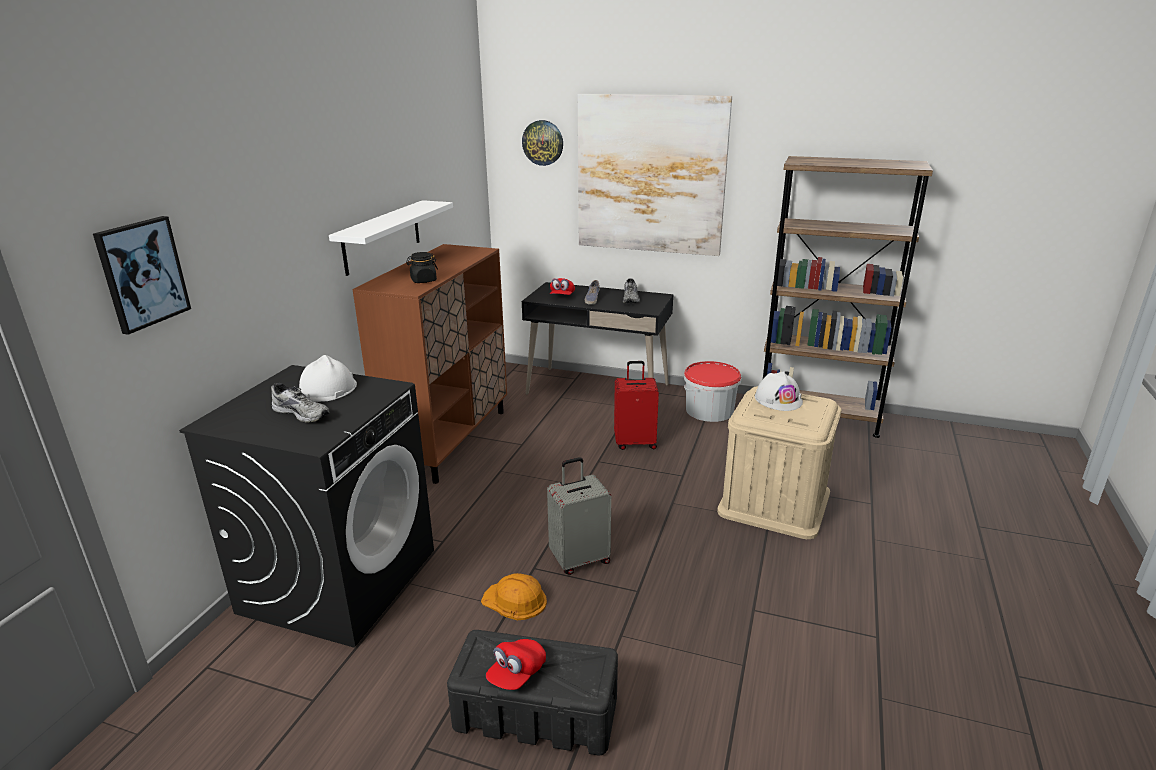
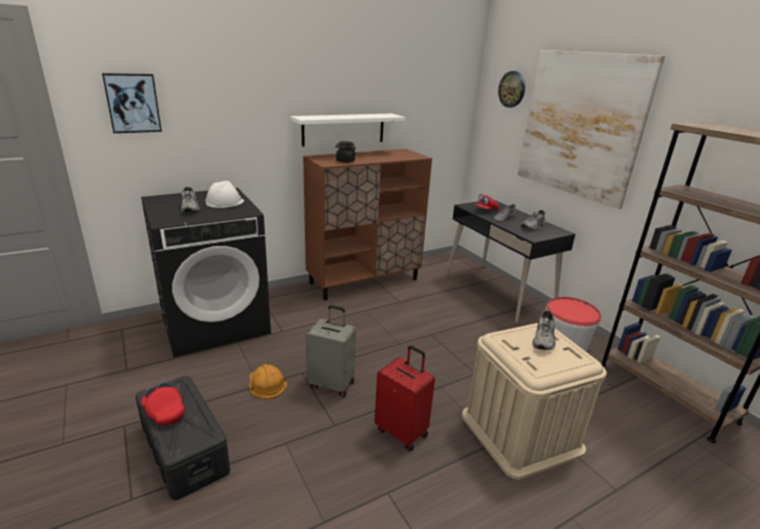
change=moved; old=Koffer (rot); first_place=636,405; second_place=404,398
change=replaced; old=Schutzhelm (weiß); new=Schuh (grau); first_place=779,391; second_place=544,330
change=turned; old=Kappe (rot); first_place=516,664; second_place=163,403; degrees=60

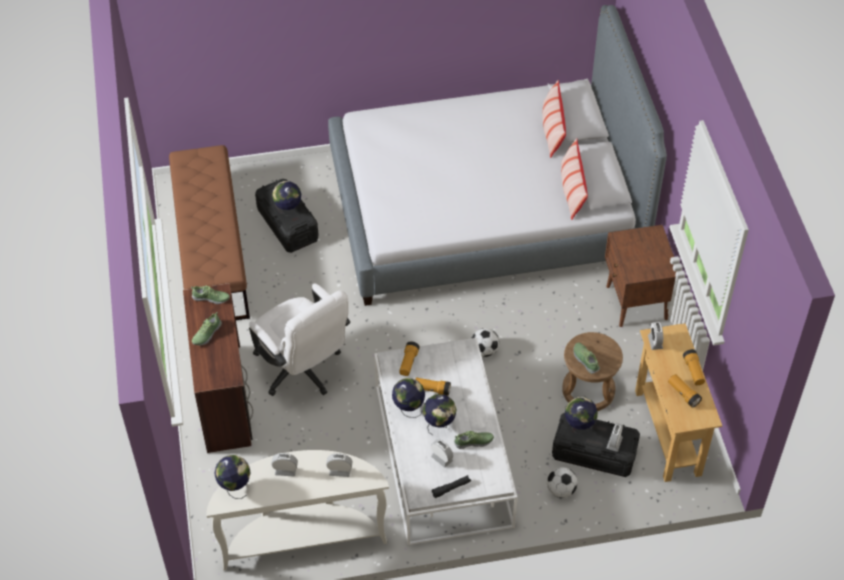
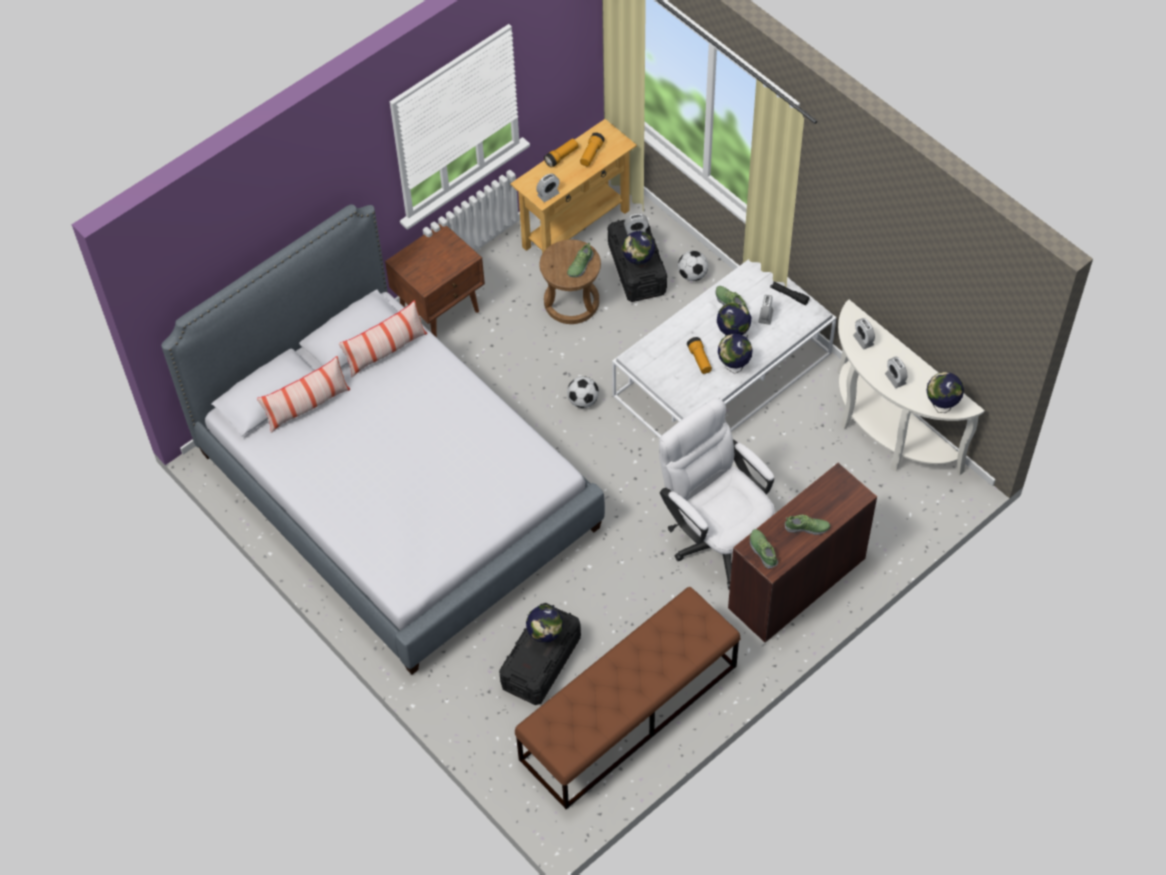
change=turned; old=Bürostuhl (weiß); first_place=299,339; second_place=717,494; degrees=-60
change=removed; old=Taschenlampe; first_place=409,358

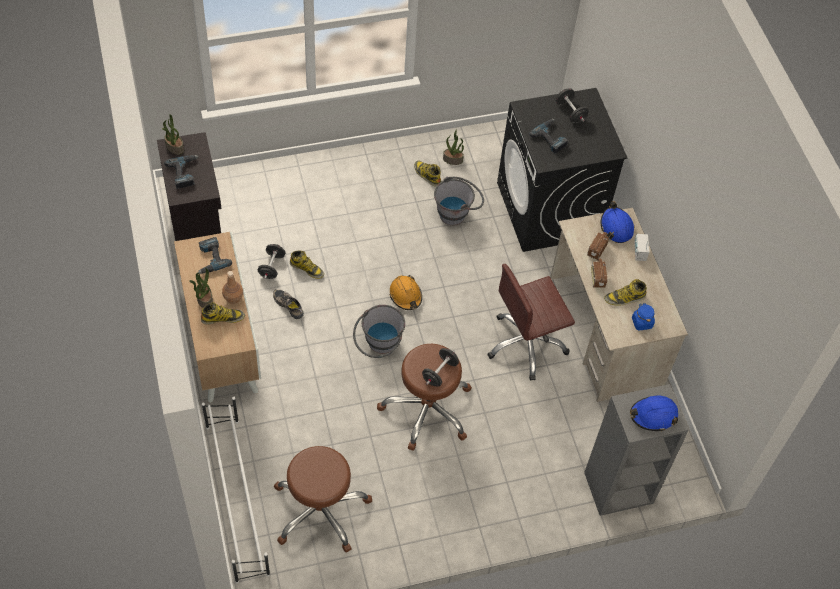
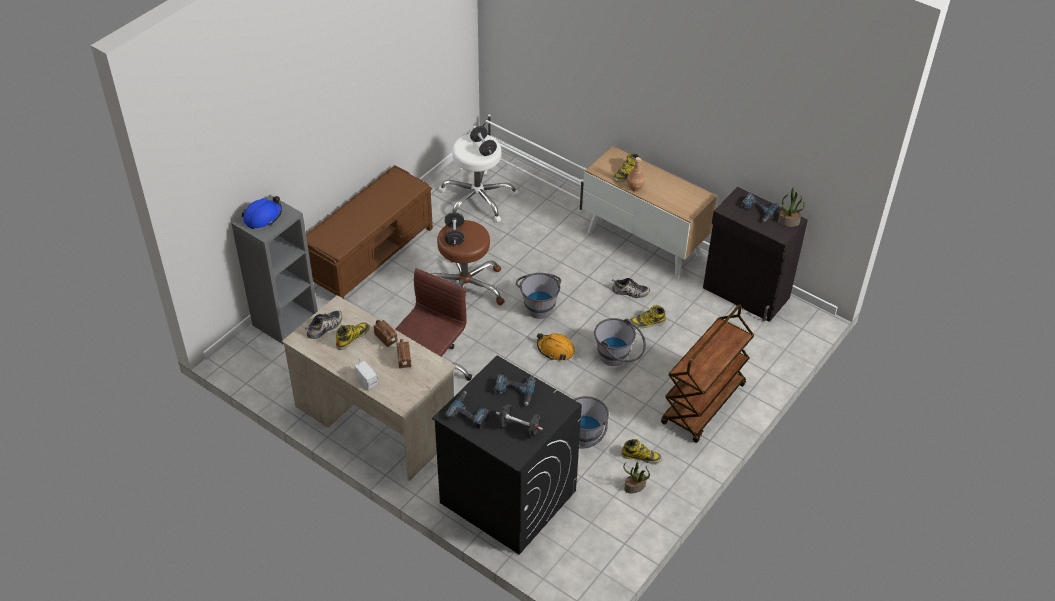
change=removed; old=Schutzhelm (blau); first_place=618,222
change=moved; old=Bohrmaschine; first_place=215,255; second_place=467,410
change=moved; old=Hantel (schwarz); first_place=271,261; second_place=483,141
change=removed; old=Topfpflanze; first_place=201,288
change=replaced; old=Vorratsglas (blau); new=Schuh; first_place=643,316; second_place=323,325
change=recoloured; old=Hocker (braun); new=Hocker (weiß); first_place=323,499; second_place=478,178
change=added; new=Bank (braun); second_place=369,232
change=added; new=Rollwagen (braun); second_place=707,373
change=added; new=Eimer (grau); second_place=620,342

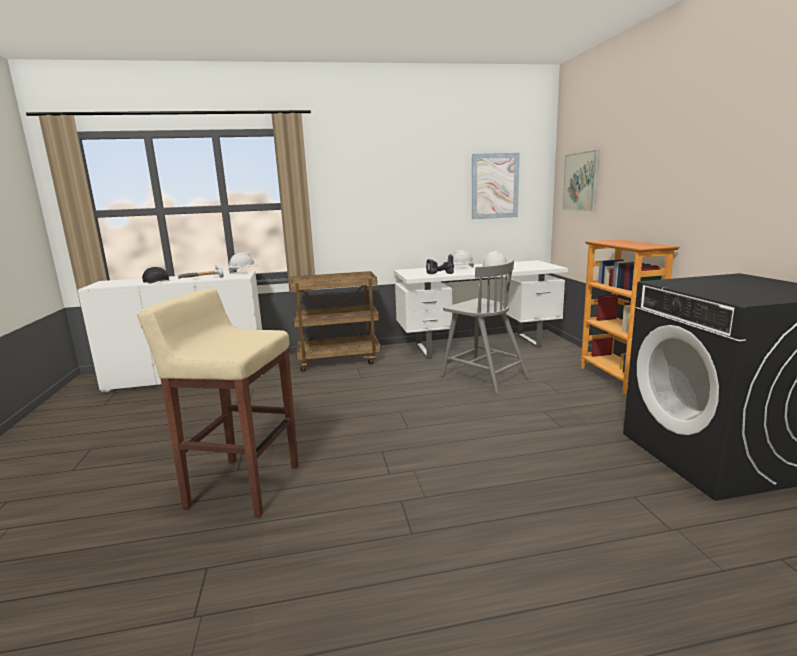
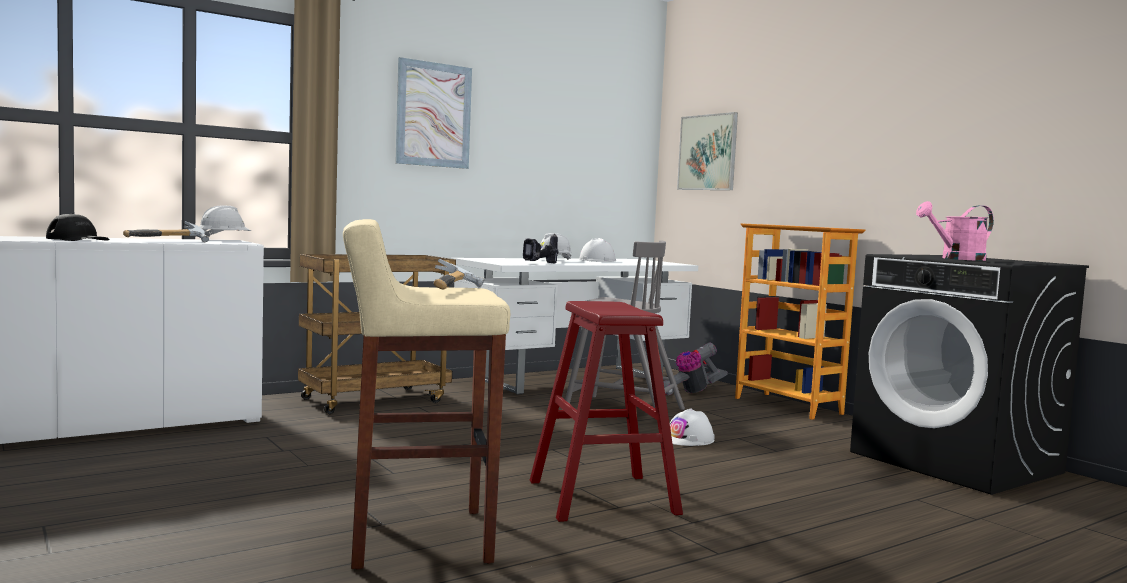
change=moved; old=Bild; first_place=496,186; second_place=433,113
change=added; new=Gießkanne (rosa); second_place=955,231
change=added; new=Hammer; second_place=458,274
change=added; new=Hocker (rot); second_place=606,411
change=added; new=Staubsauger; second_place=695,369
change=added; new=Schutzhelm (weiß); second_place=692,427

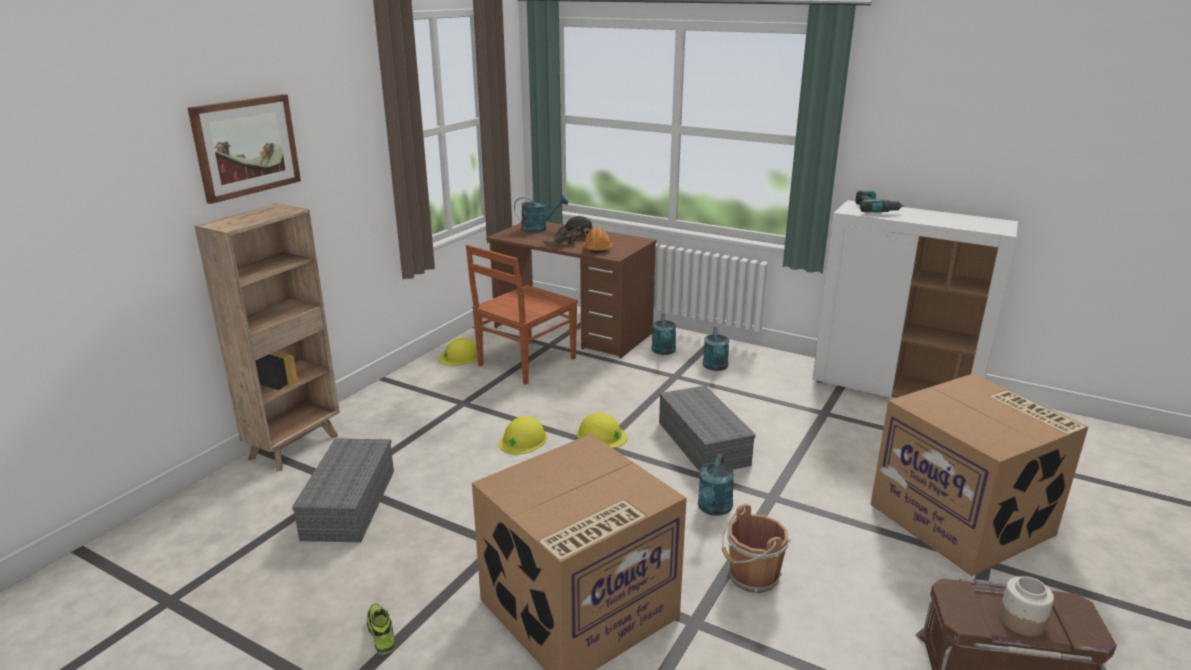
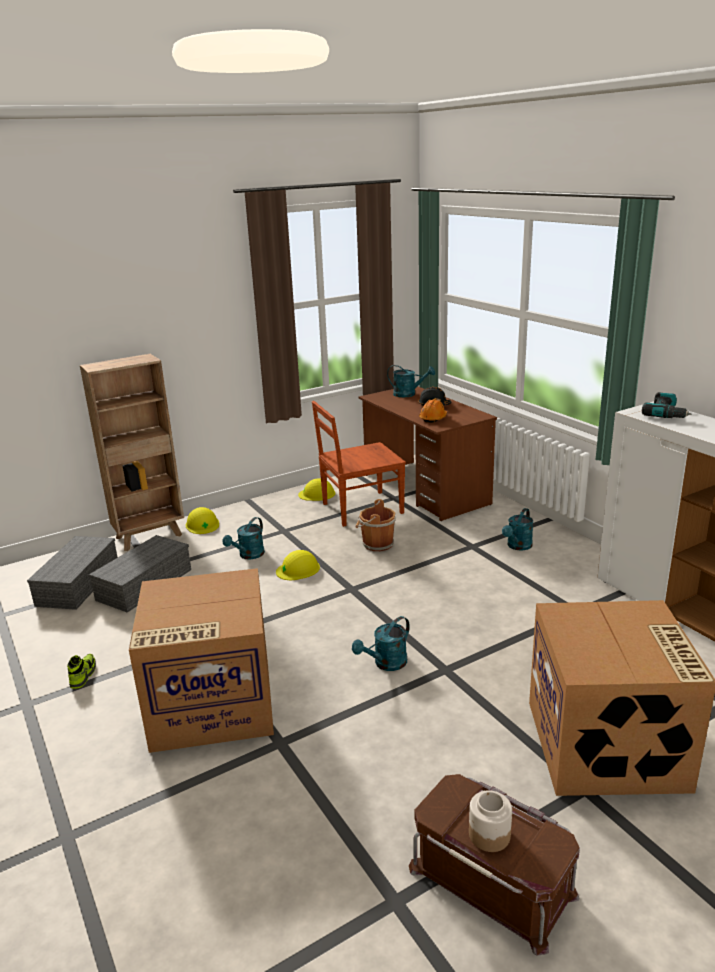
change=removed; old=Bild; first_place=244,149
change=removed; old=Schuh (braun); first_place=561,235
change=moved; old=Gießkanne (türkis); first_place=664,334; second_place=244,538
change=moved; old=Aufbewahrungsbox (grau); first_place=707,428; second_place=72,573
change=moved; old=Schutzhelm (gelb); first_place=602,430; second_place=202,520
change=moved; old=Eimer (braun); first_place=756,548; second_place=376,525

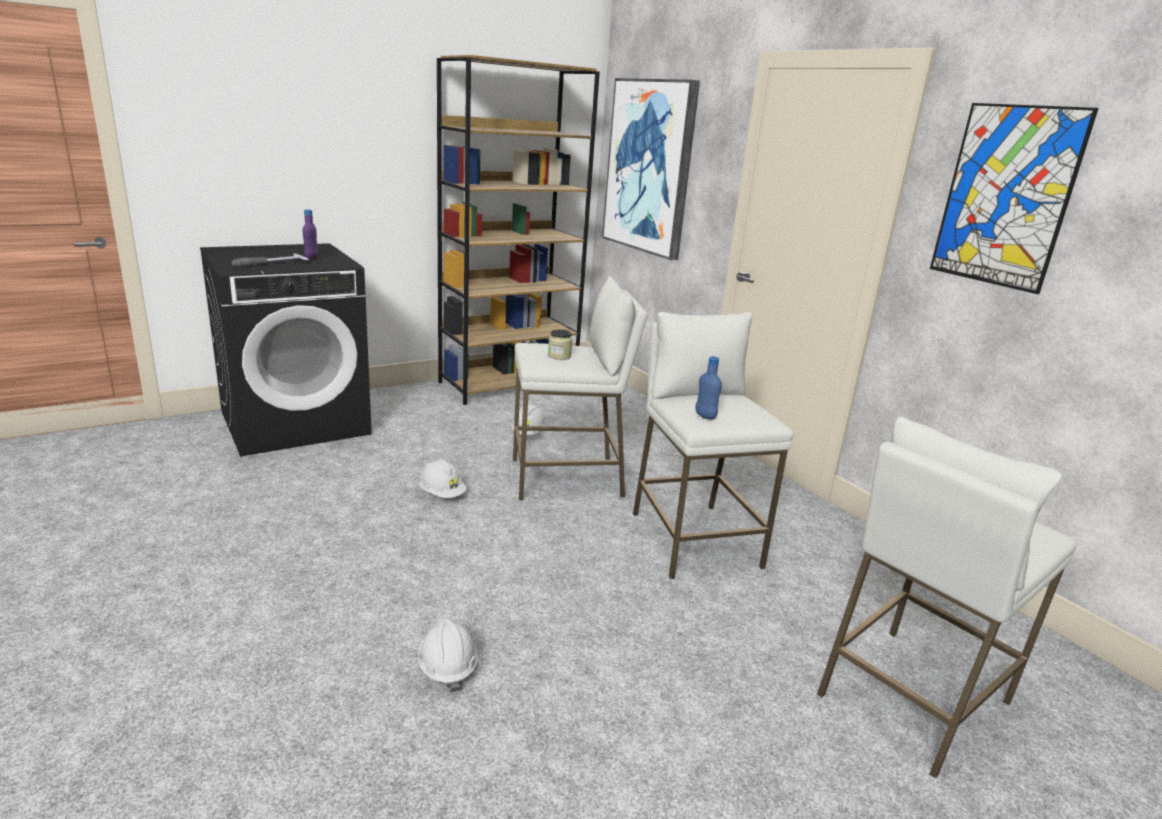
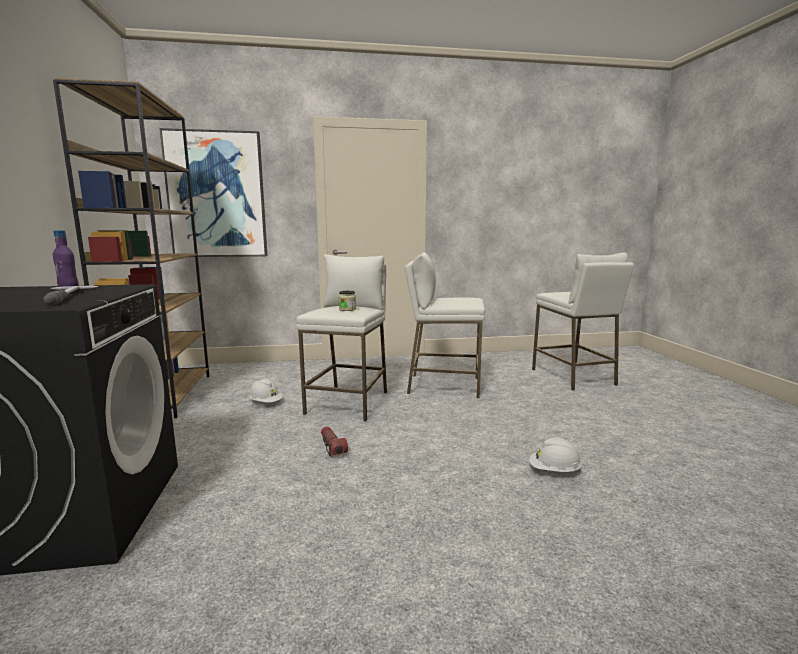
change=removed; old=Bild; first_place=1014,198
change=removed; old=Flasche (blau); first_place=708,388
change=replaced; old=Schutzhelm (weiß); new=Taschenlampe; first_place=443,478; second_place=334,441

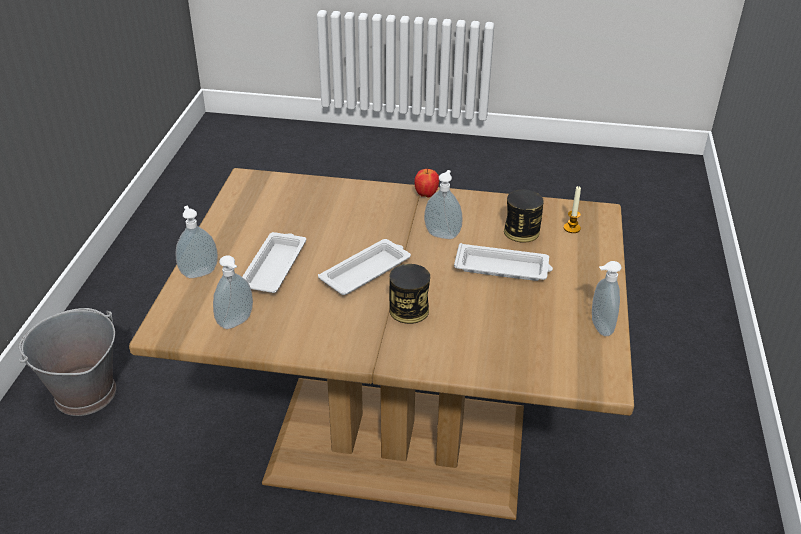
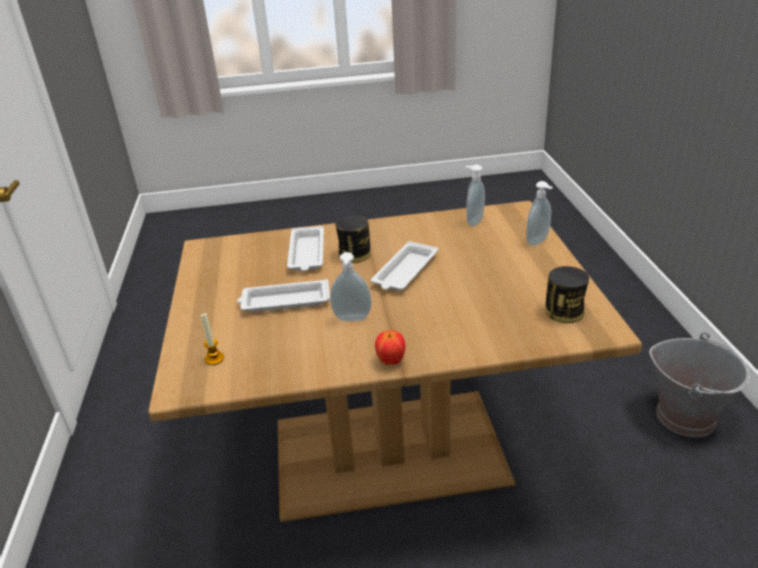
change=moved; old=Dose; first_place=524,216; second_place=567,294
change=moved; old=Tablett (weiß); first_place=274,262; second_place=305,248
change=removed; old=Seifenspender; first_place=606,298

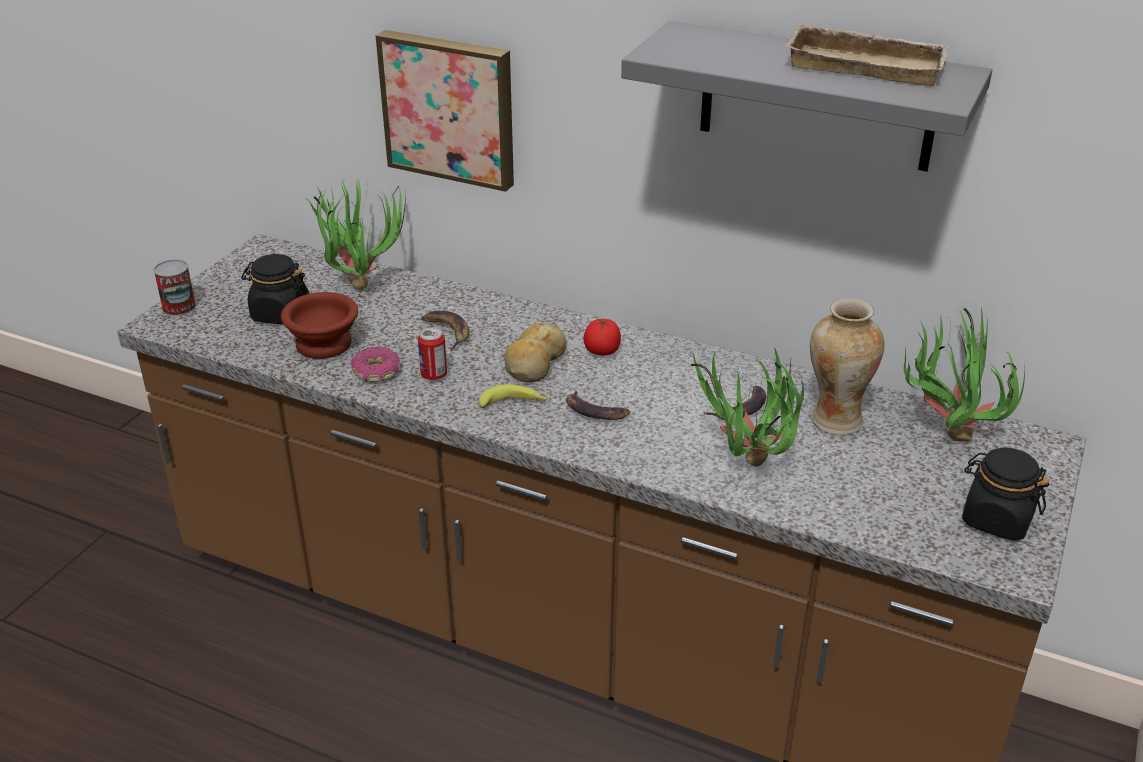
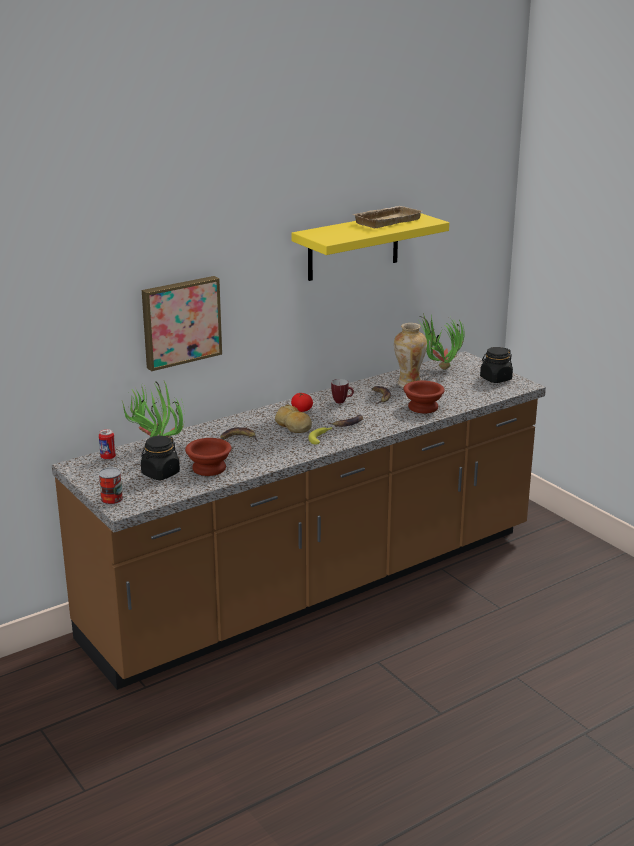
change=recoloured; old=Wandregal (grau); new=Wandregal (gelb); first_place=806,96; second_place=370,247
change=moved; old=Dose; first_place=432,353; second_place=107,444
change=removed; old=Donut; first_place=375,364
change=replaced; old=Topfpflanze; new=Schüssel (braun); first_place=746,407; second_place=424,397
change=added; new=Henkelbecher; second_place=342,391

